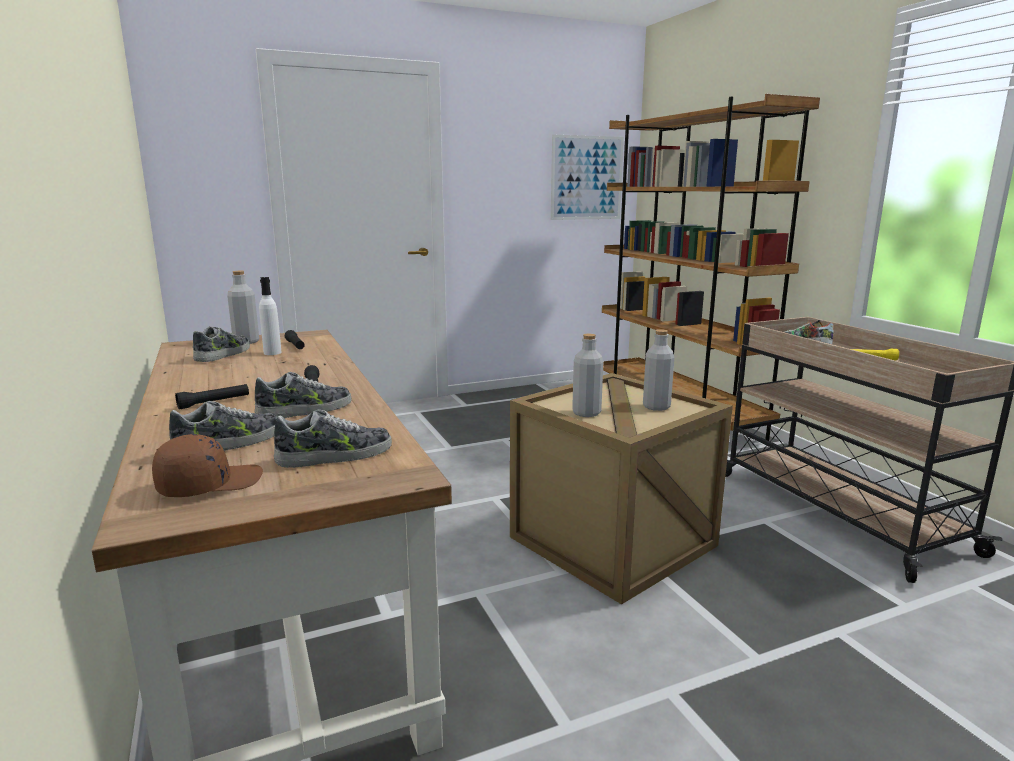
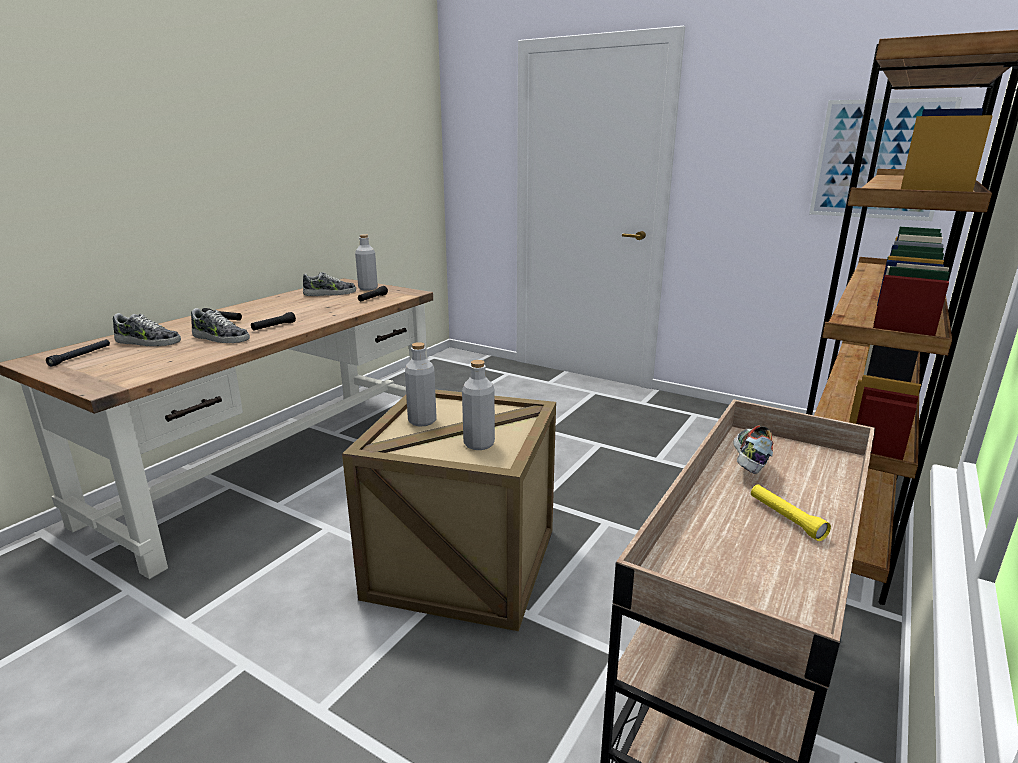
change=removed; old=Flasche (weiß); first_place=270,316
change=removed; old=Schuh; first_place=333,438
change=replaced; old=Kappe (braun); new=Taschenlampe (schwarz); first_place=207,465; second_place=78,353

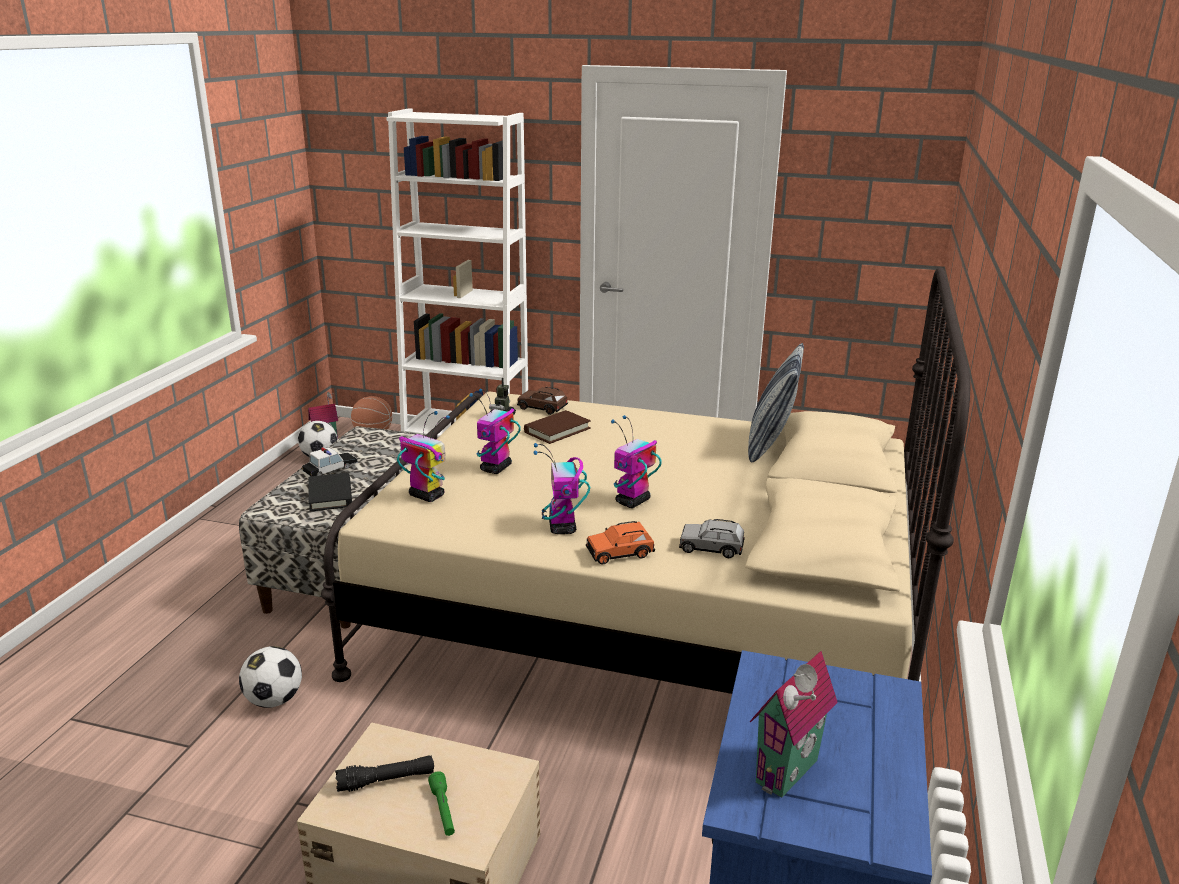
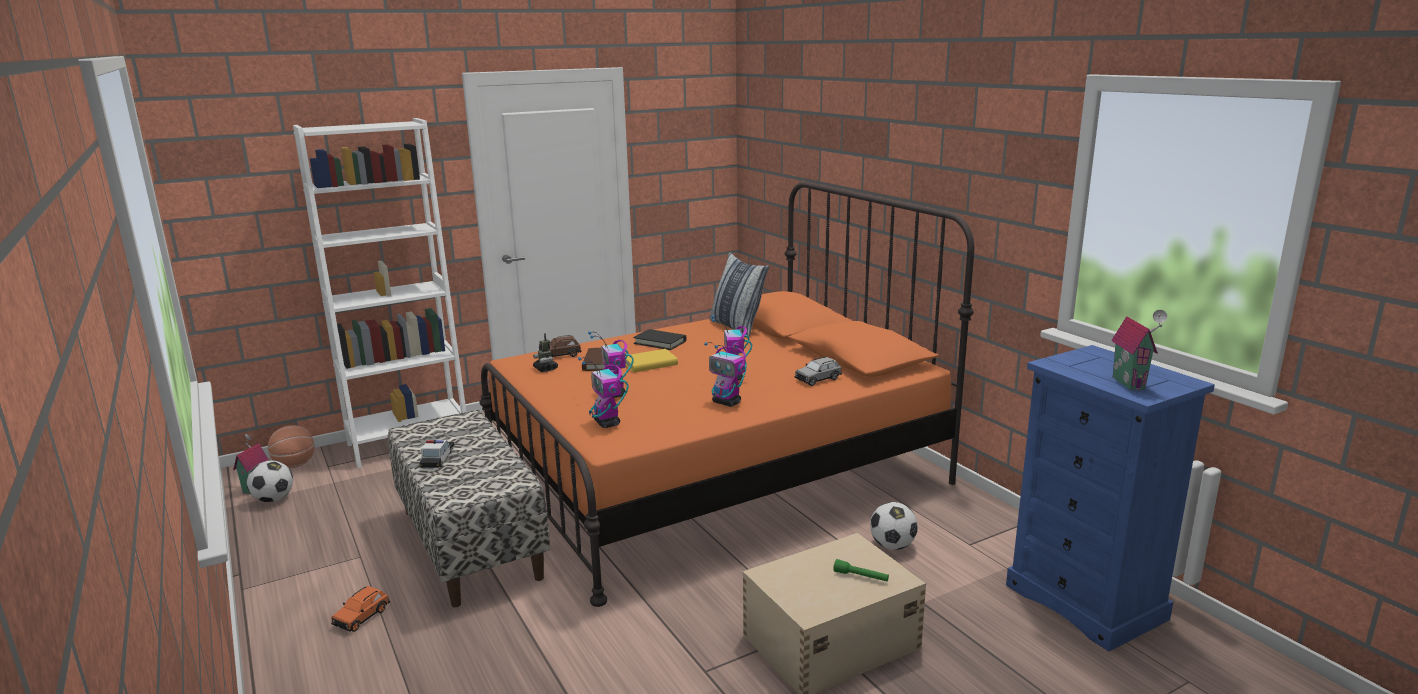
change=recoloured; old=Bett (beige); new=Bett (orange); first_place=646,480; second_place=727,394
change=turned; old=Spielzeugroboter; first_place=423,456; second_place=603,392; degrees=-105
change=moved; old=Buch (schwarz); first_place=330,492; second_place=660,339
change=moved; old=Spielzeugauto (orange); first_place=620,542; second_place=360,609
change=moved; old=Fußball; first_place=270,677; second_place=894,526
change=removed; old=Taschenlampe (schwarz); first_place=384,773
change=added; new=Buch (gelb); second_place=652,360

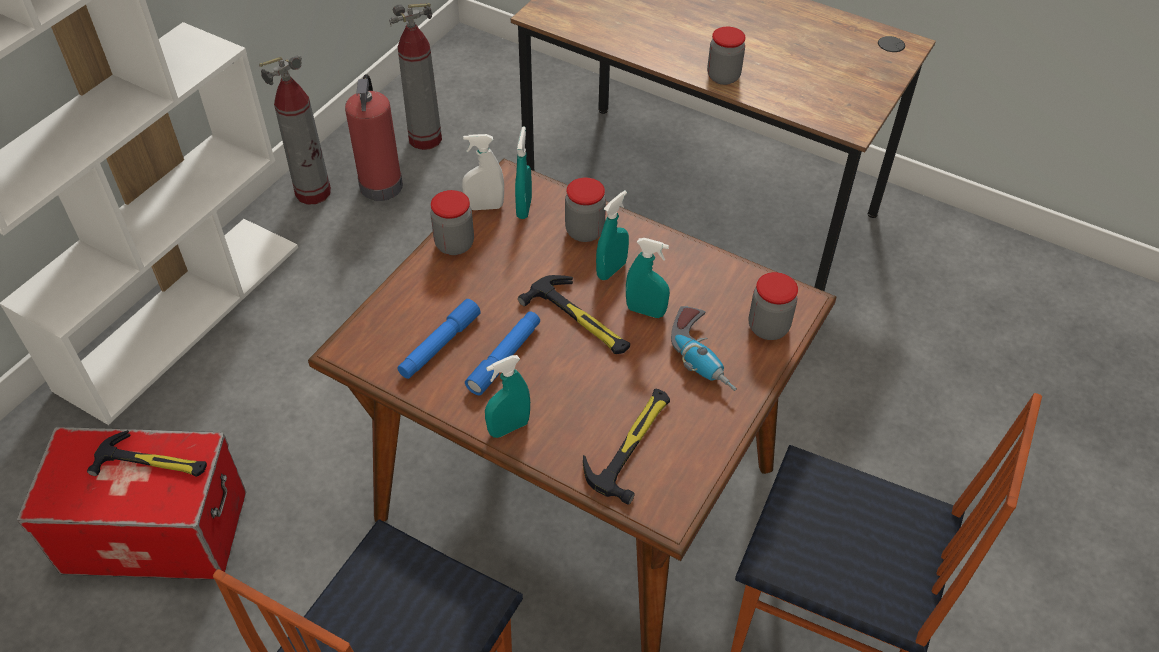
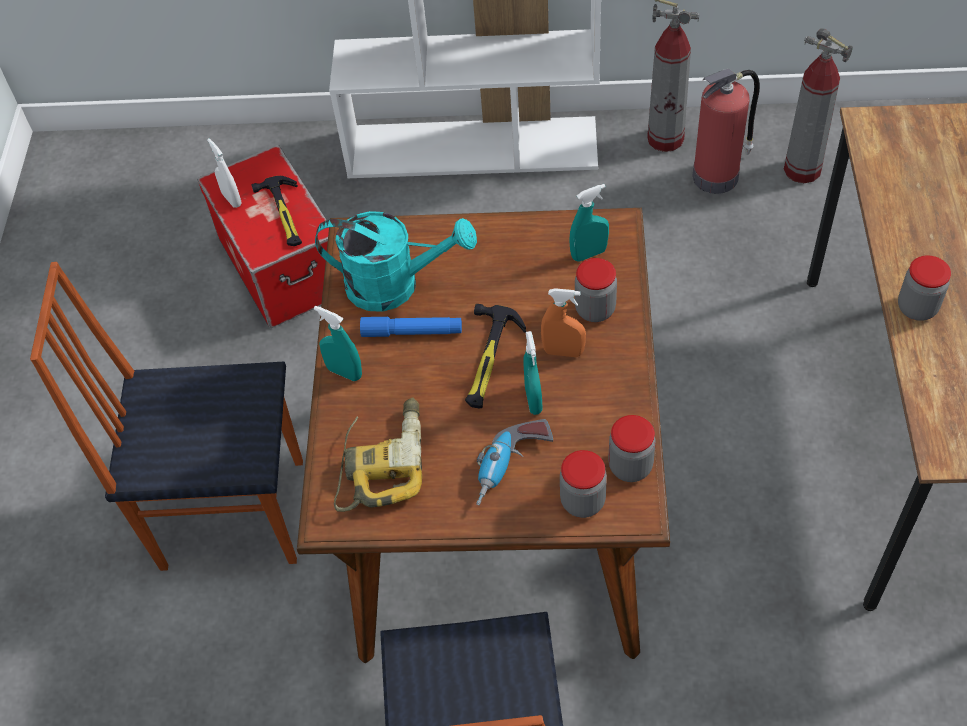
change=moved; old=Sprühflasche (weiß); first_place=483,172; second_place=224,173
change=moved; old=Vorratsglas; first_place=452,222; second_place=632,448
change=recoloured; old=Sprühflasche (türkis); new=Sprühflasche (orange); first_place=612,235; second_place=563,322
change=replaced; old=Taschenlampe (blau); new=Gießkanne (türkis); first_place=439,339; second_place=396,261
change=replaced; old=Hammer; new=Bohrmaschine; first_place=626,447; second_place=378,455

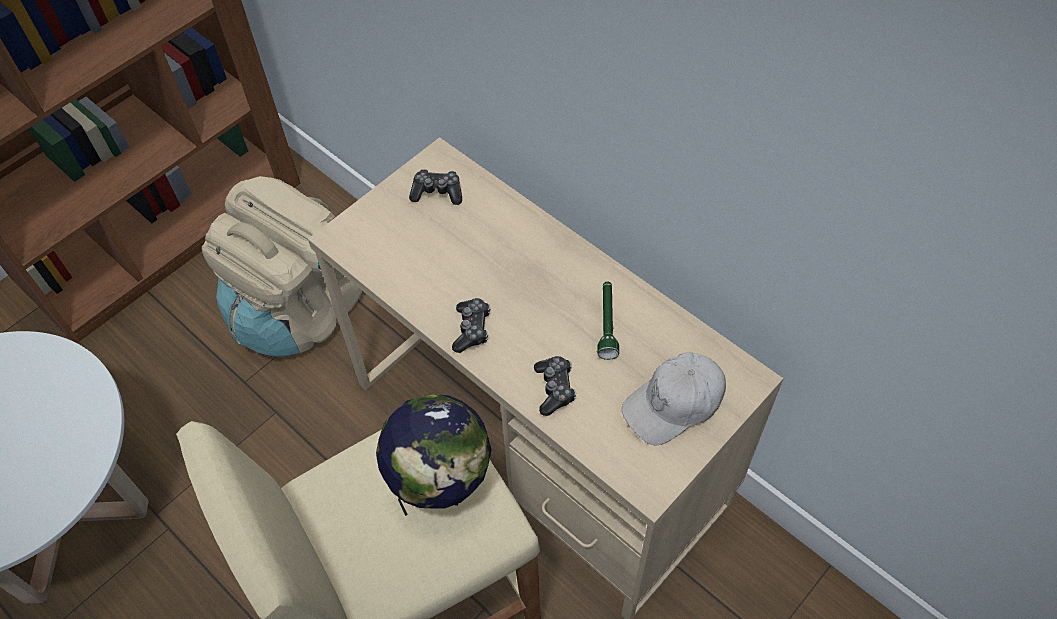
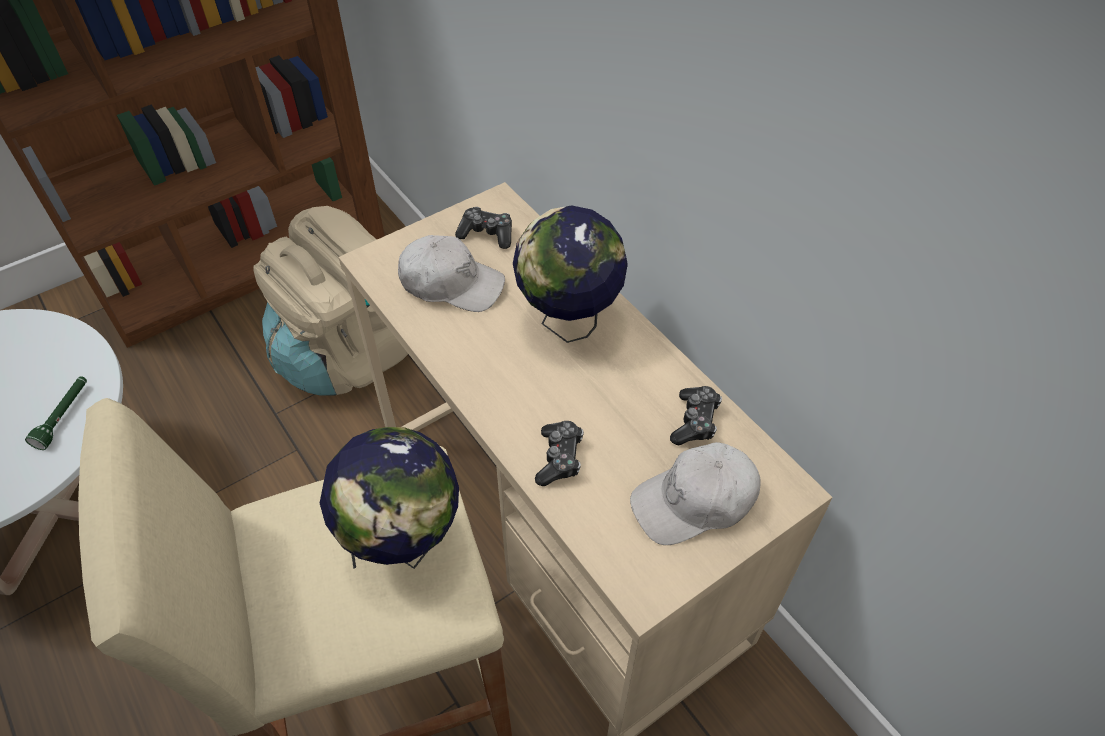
change=moved; old=Taschenlampe (grün); first_place=608,321; second_place=56,413
change=moved; old=Gamepad; first_place=471,325; second_place=696,415
change=added; new=Globus; second_place=570,274
change=added; new=Kappe (weiß); second_place=451,273

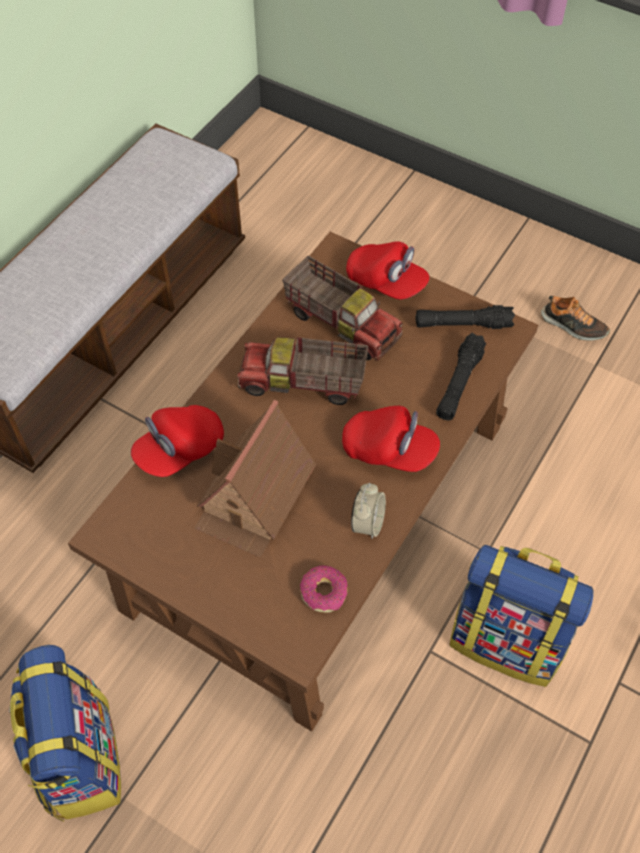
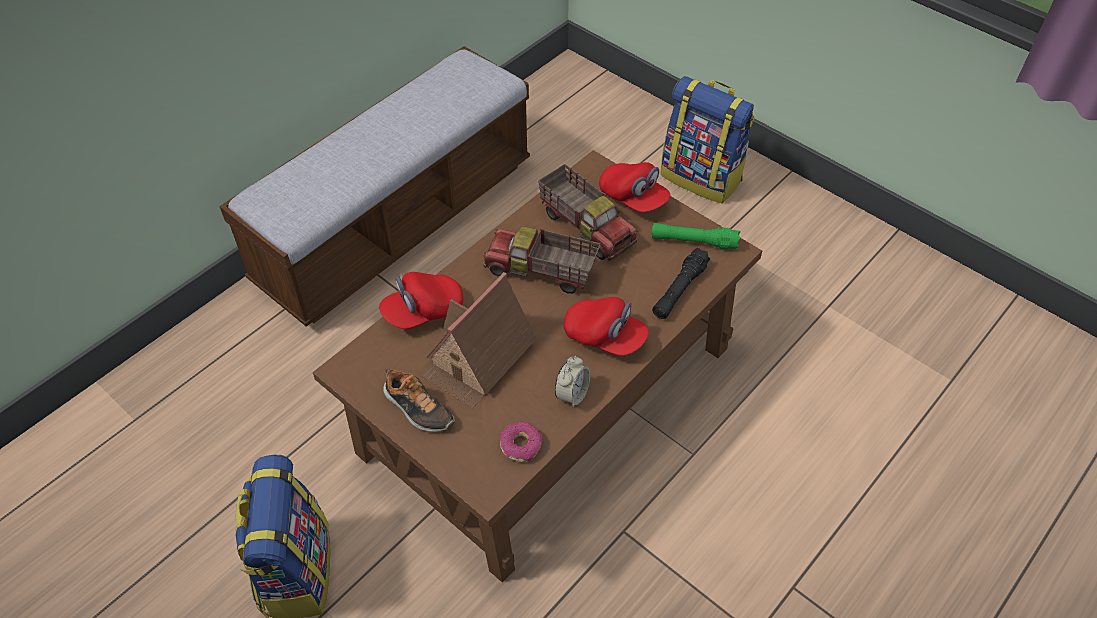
change=moved; old=Schuh; first_place=575,318; second_place=419,400
change=recoloured; old=Taschenlampe (schwarz); new=Taschenlampe (grün); first_place=465,317; second_place=695,236
change=moved; old=Rucksack; first_place=521,615; second_place=707,139

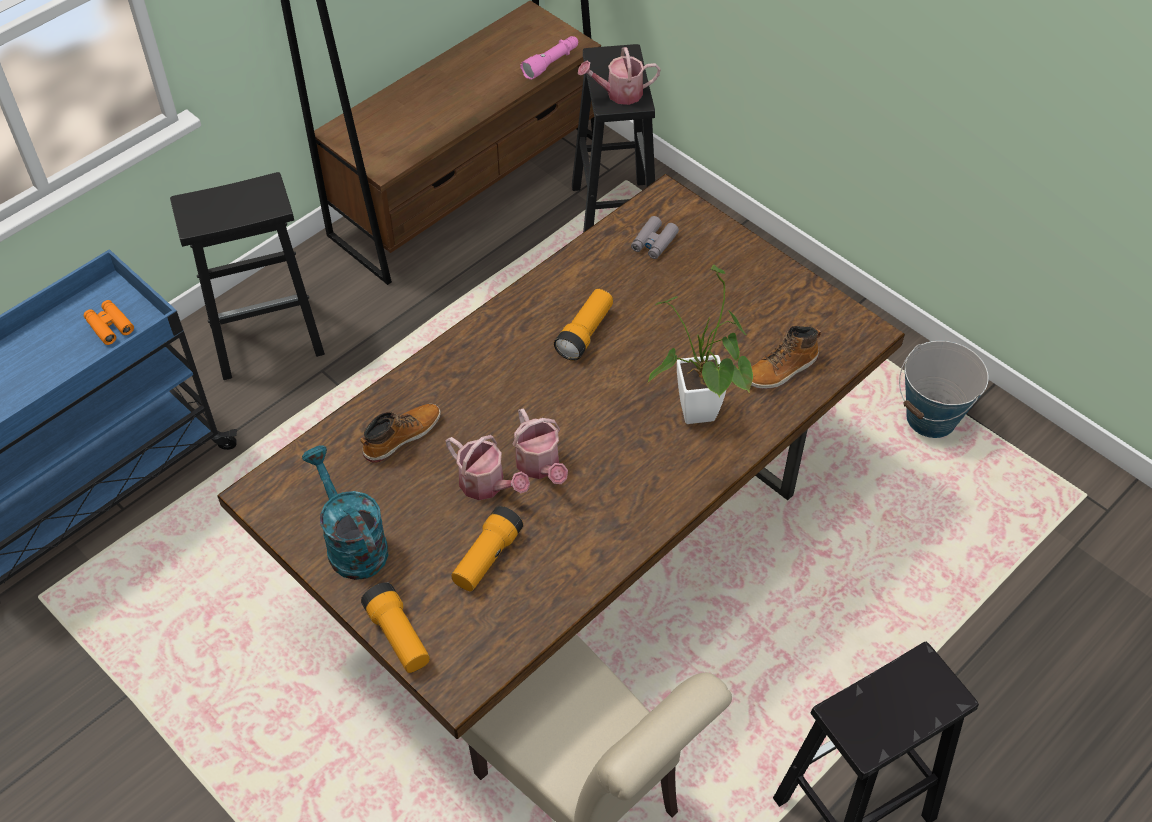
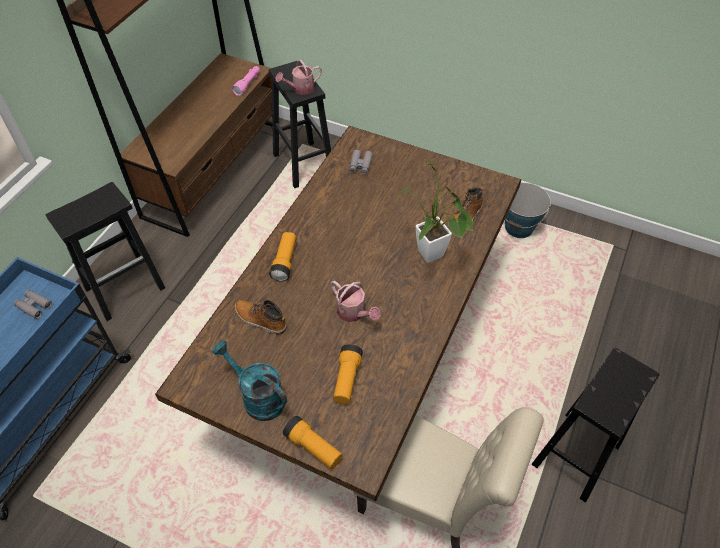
change=moved; old=Taschenlampe; first_place=583,325; second_place=282,257
change=recoloured; old=Fernglas (orange); new=Fernglas (grau); first_place=109,322; second_place=33,304
change=turned; old=Stiefel; first_place=400,433; second_place=261,317; degrees=-90
change=removed; old=Gießkanne; first_place=488,467

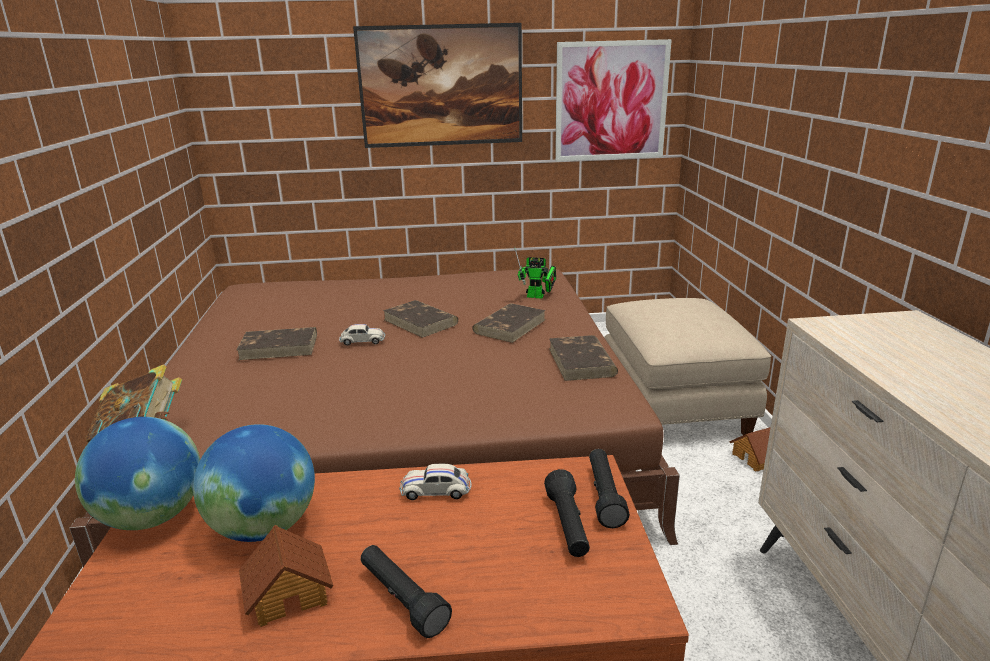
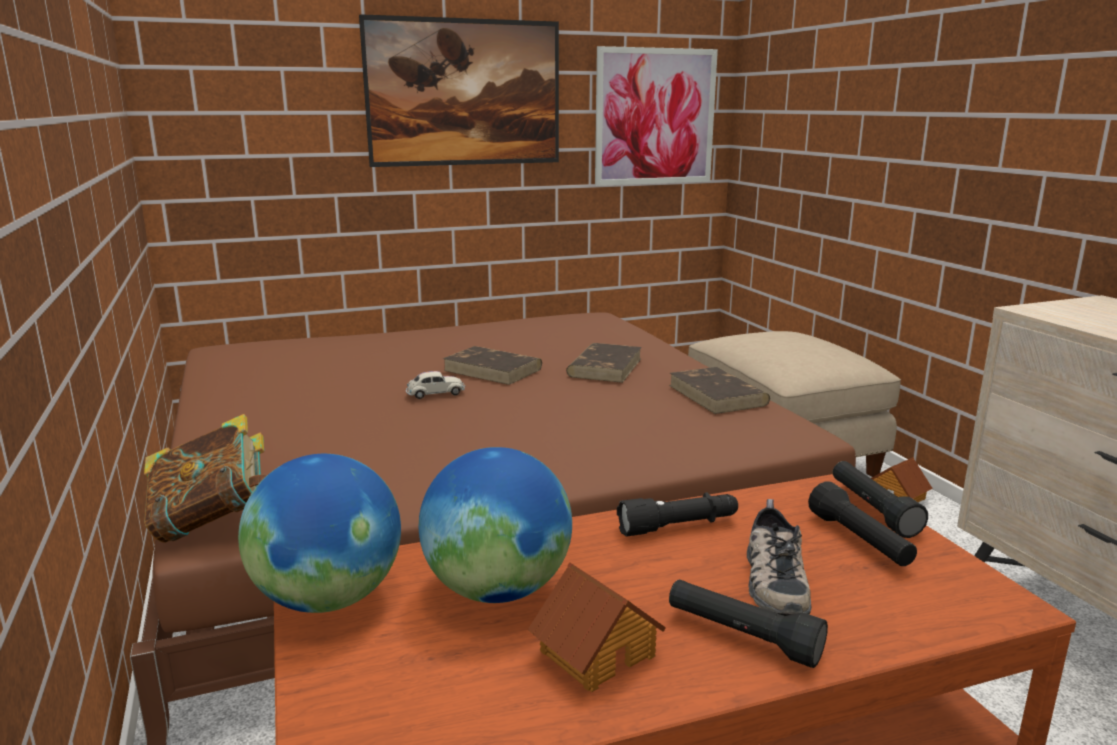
change=removed; old=Spielzeugroboter; first_place=535,273
change=removed; old=Buch (braun); first_place=276,343
change=replaced; old=Spielzeugauto (weiß); new=Taschenlampe (schwarz); first_place=435,482; second_place=677,514
change=added; new=Schuh; second_place=779,557

